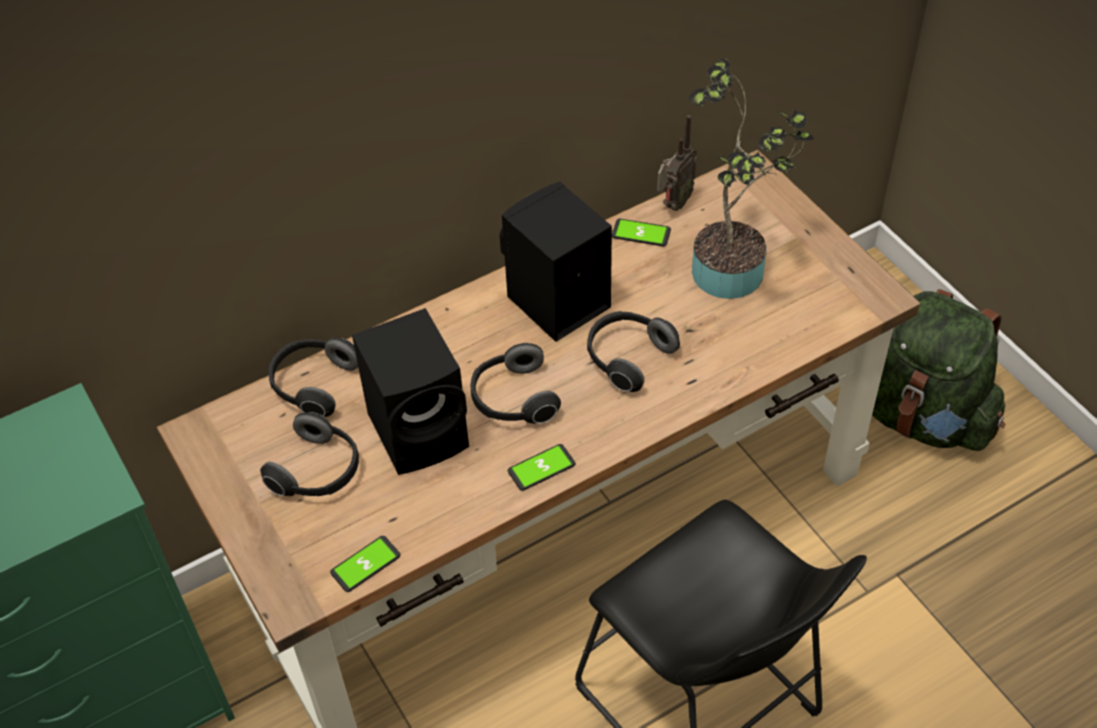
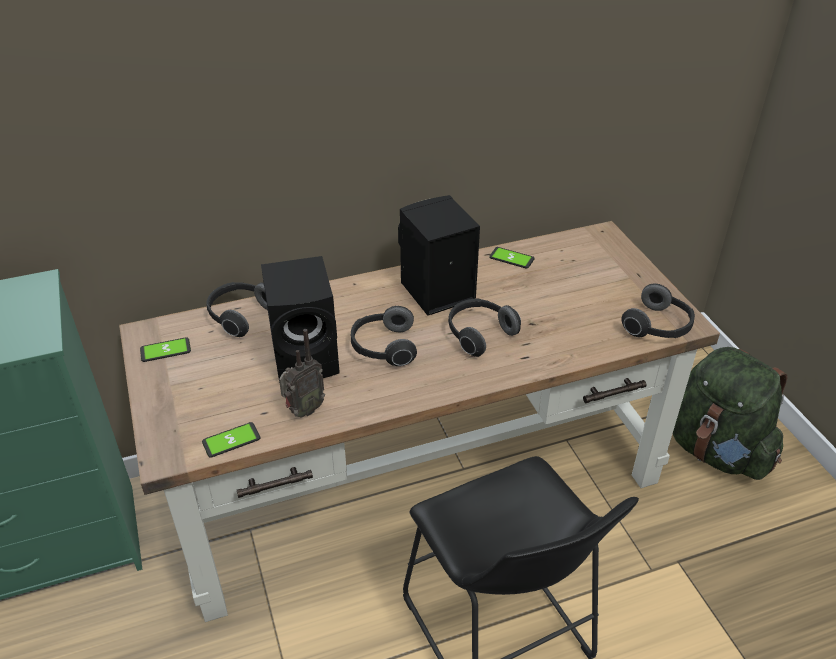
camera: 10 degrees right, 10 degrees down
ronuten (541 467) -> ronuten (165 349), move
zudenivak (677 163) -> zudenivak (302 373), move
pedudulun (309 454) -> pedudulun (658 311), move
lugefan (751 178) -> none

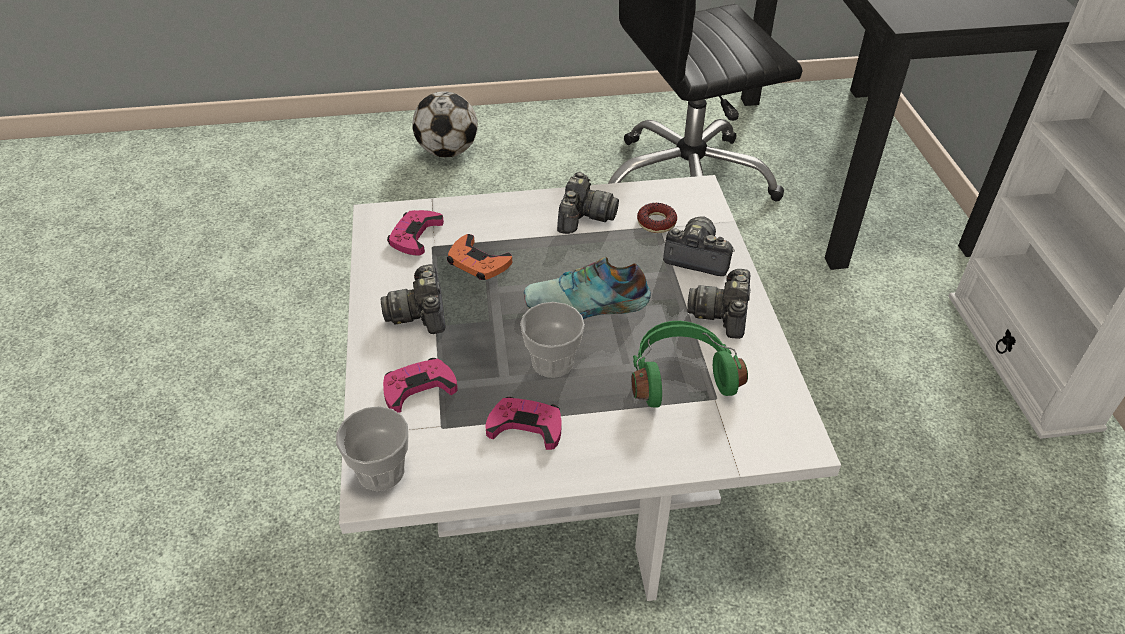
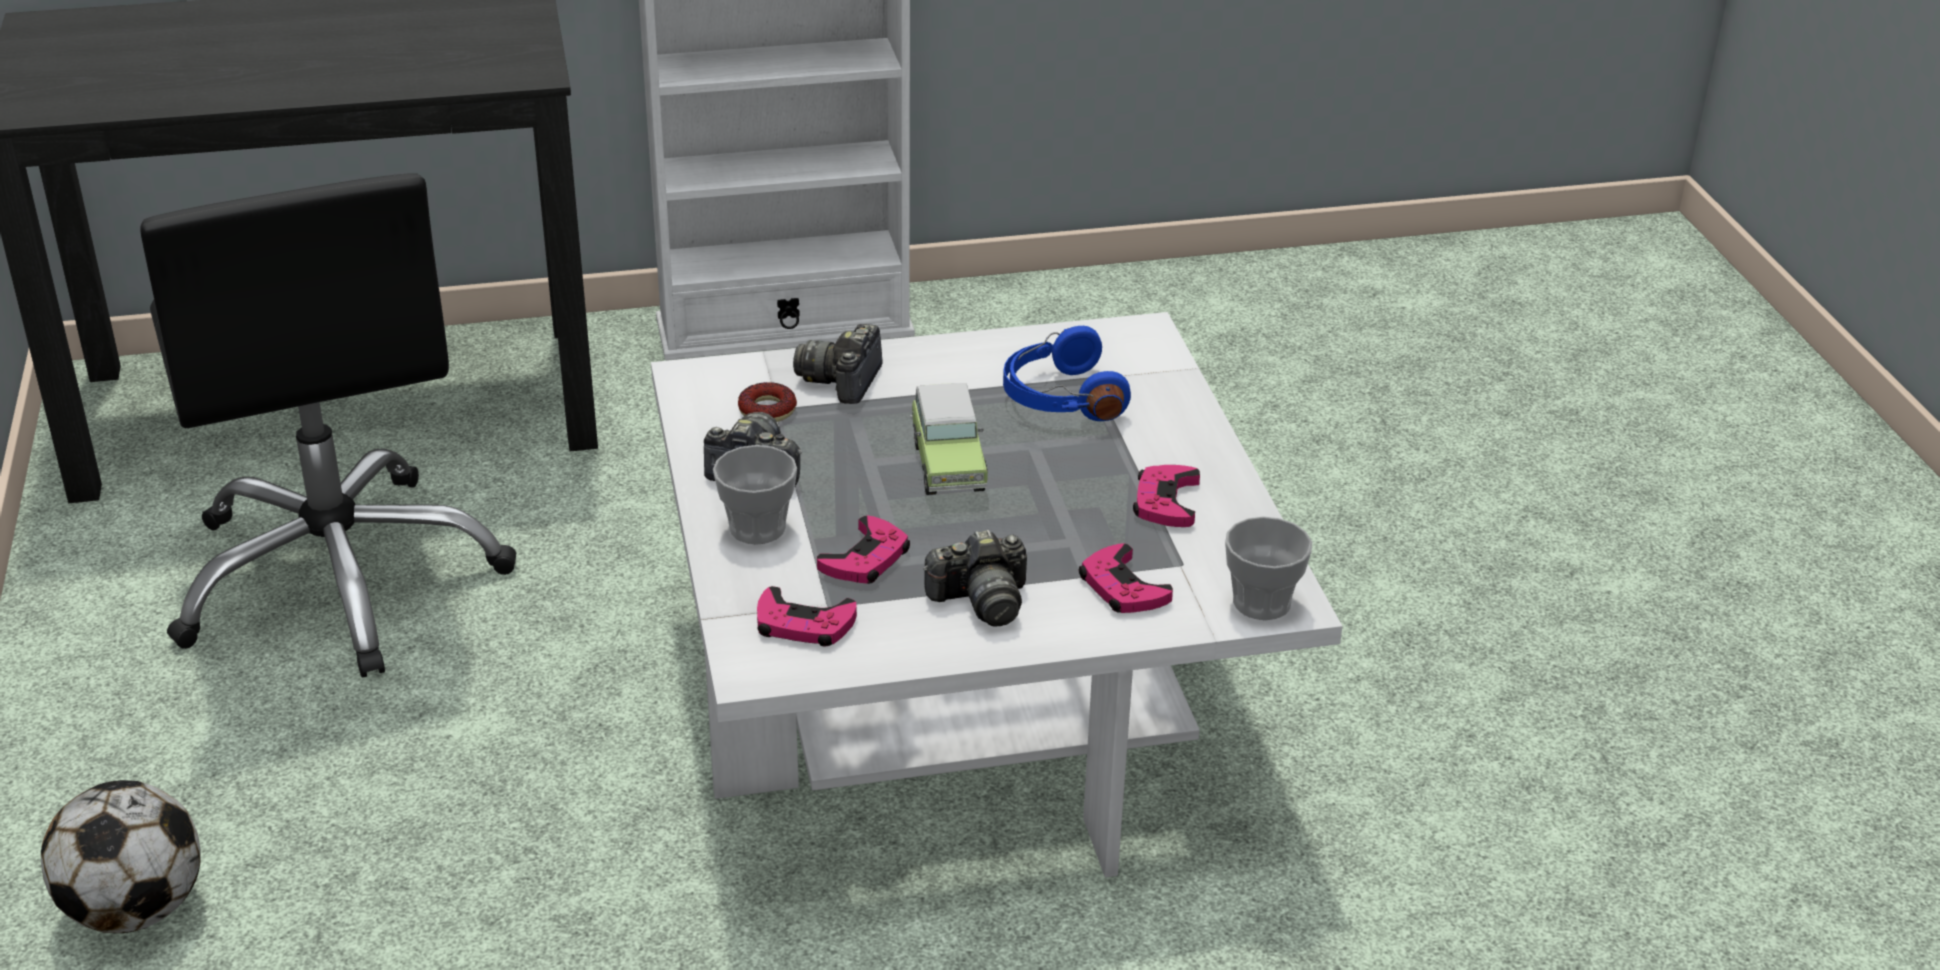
camera: 95 degrees left, 10 degrees down
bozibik (552 340) -> bozibik (755 495), move
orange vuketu (479 257) -> pink vuketu (863 550)
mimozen (587 288) -> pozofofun (949 439)
green pedudulun (690 364) -> blue pedudulun (1067 373)
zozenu (718 304) -> none

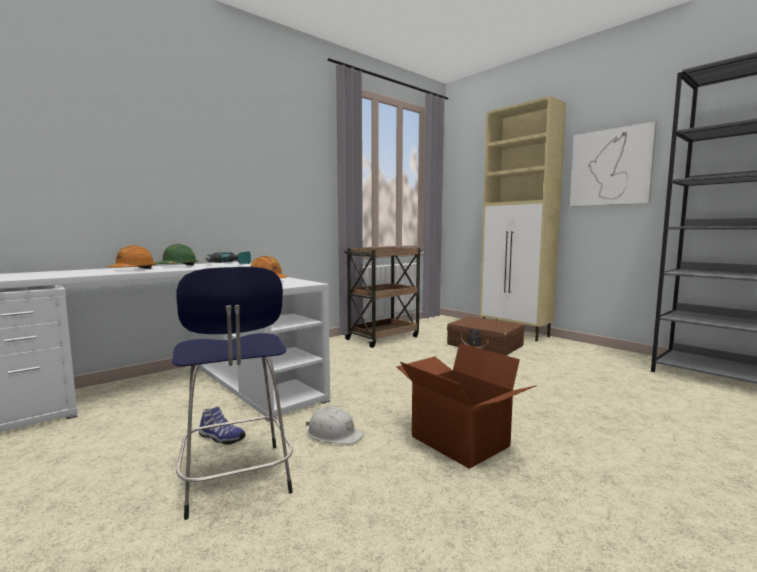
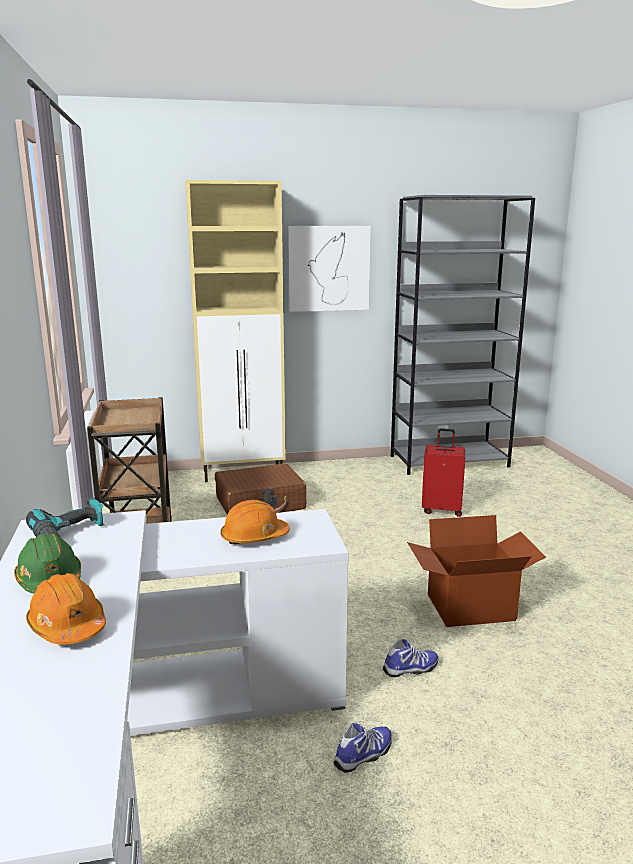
camera: 60 degrees left, 10 degrees up
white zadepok (335 425) -> mimozen (410 658)
none -> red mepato (443 472)
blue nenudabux (232 393) -> none

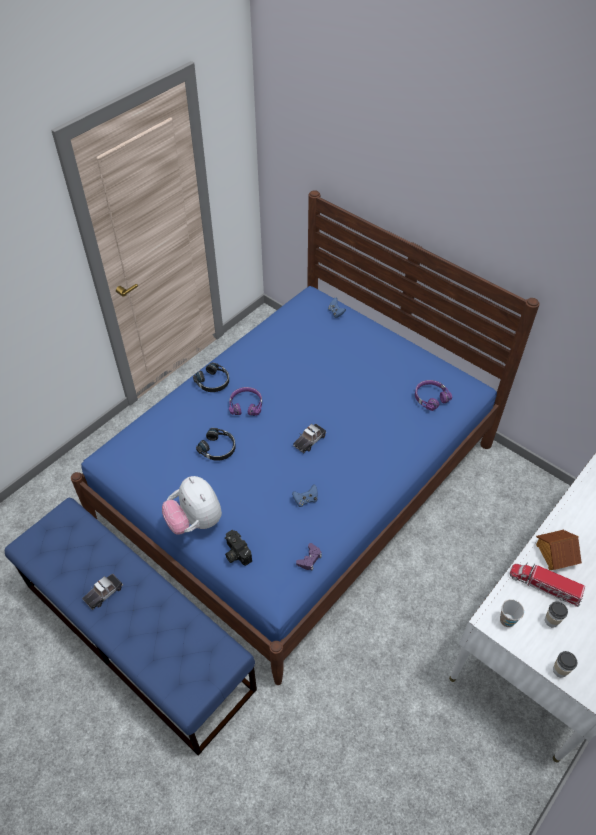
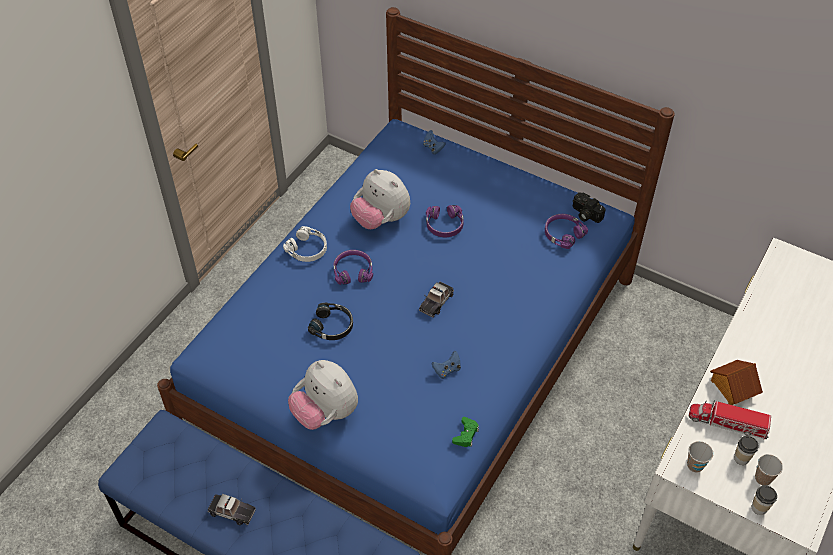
camera: 10 degrees left, 0 degrees up
pozofofun (102 592) -> pozofofun (232 509), 105 degrees counterclockwise
black pedudulun (211 377) -> white pedudulun (305 244)
none -> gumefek (380 199)
none -> purple pedudulun (445 221)
purple vuketu (309 556) -> green vuketu (465 432)
zozenu (238 548) -> zozenu (589 207), move
none -> bozibik (769 469)

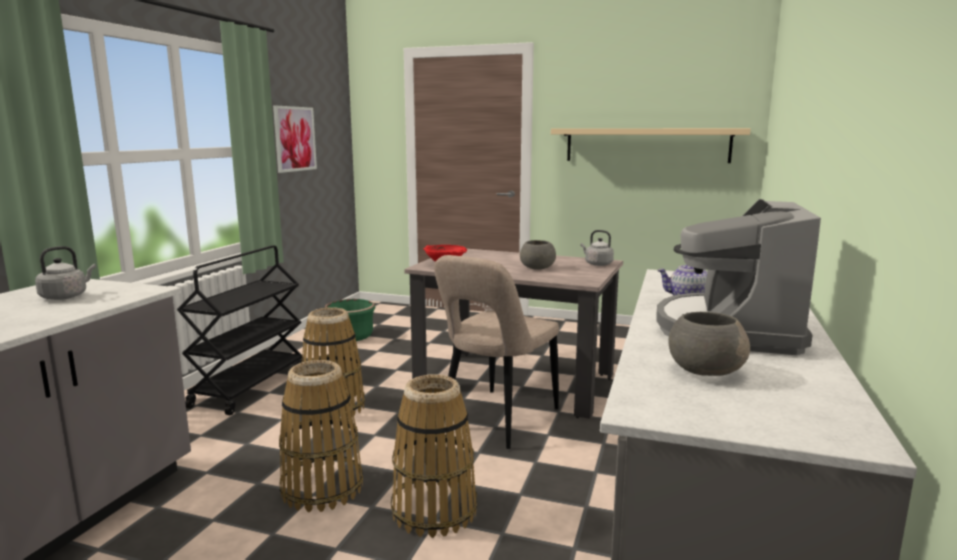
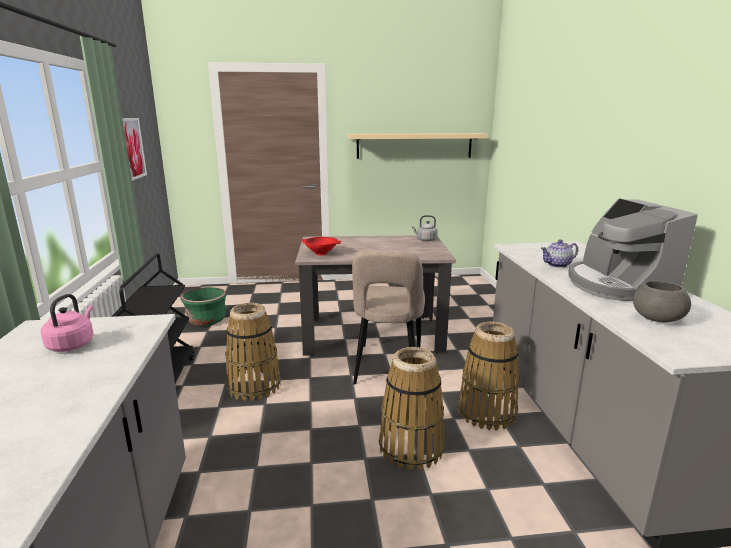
camera: 25 degrees left, 5 degrees up
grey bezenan (65 273) -> pink bezenan (67 323)
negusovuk (321 436) -> negusovuk (489 376), move
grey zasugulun (538 255) -> none

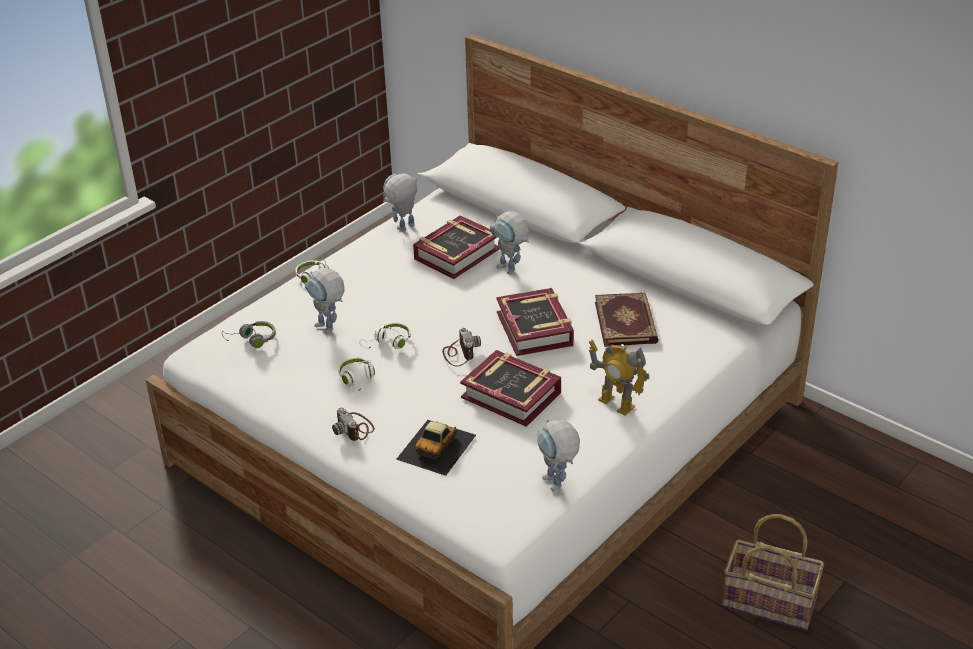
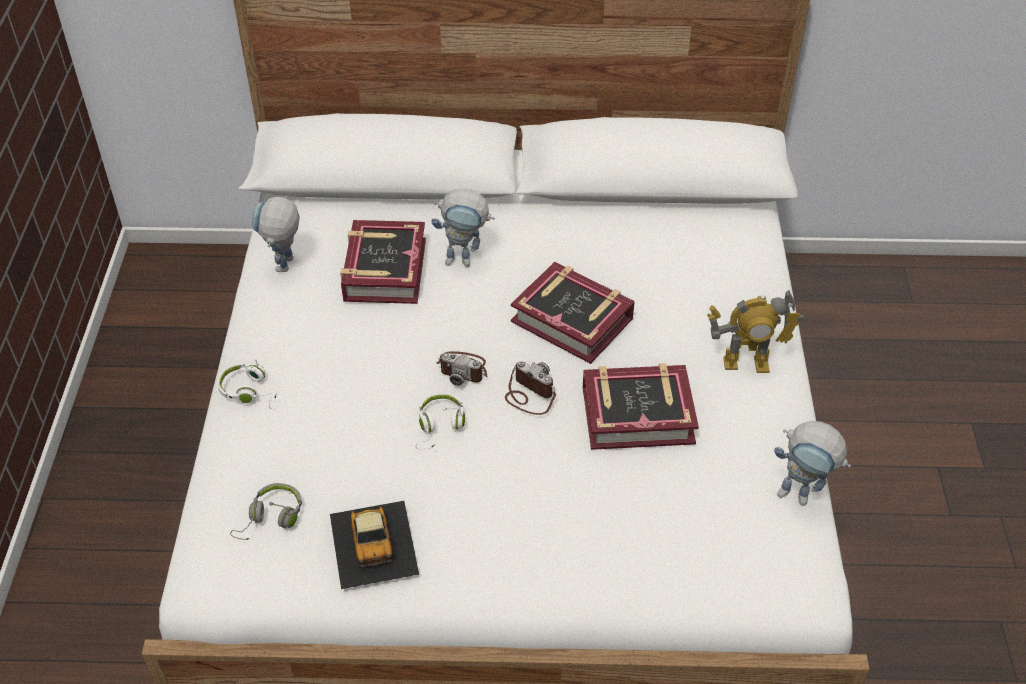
camera: 40 degrees left, 10 degrees up
pozofofun (436 448) -> pozofofun (374 545), move
zozenu (353 424) -> zozenu (462 368), move
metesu (324 301) -> none
white pedudulun (356 376) -> none
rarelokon (626 319) -> none
negusovuk (773 572) -> none

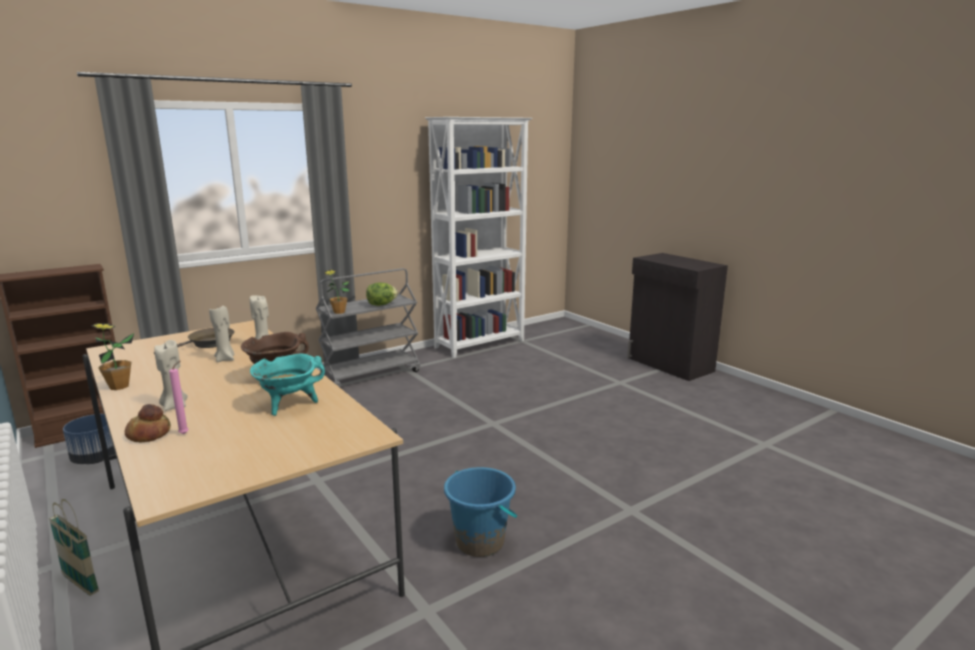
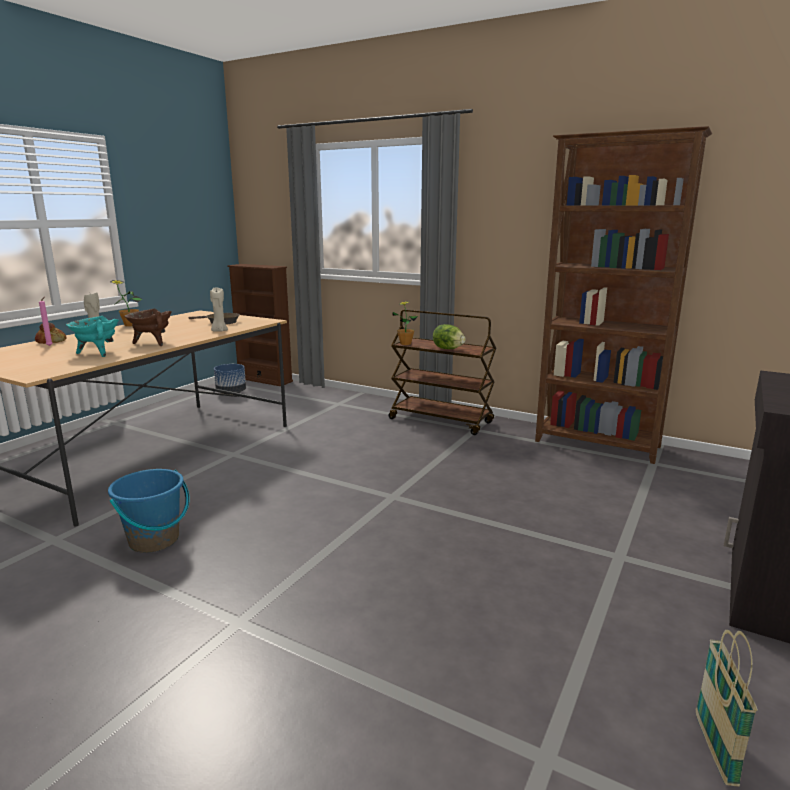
camera: 65 degrees right, 0 degrees up
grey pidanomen (368 327) -> brown pidanomen (442 372)
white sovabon (479 237) -> brown sovabon (623 295)
negusovuk (74 547) -> negusovuk (727 708), move
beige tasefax (221 334) -> none

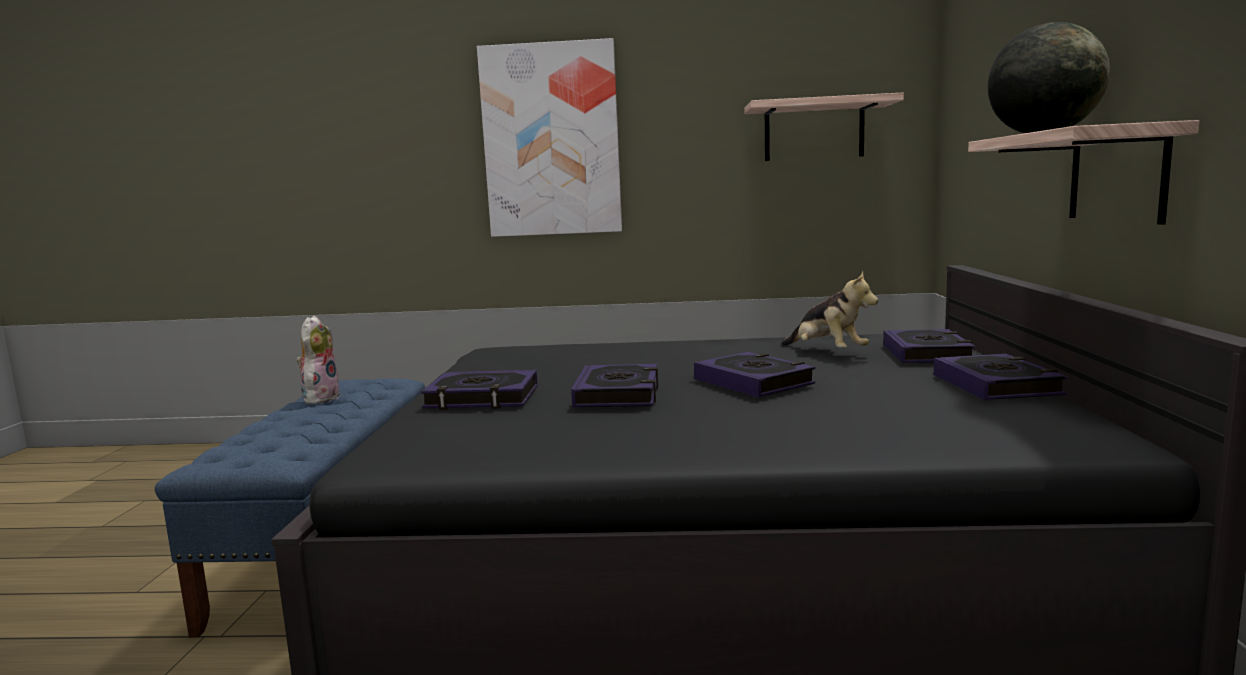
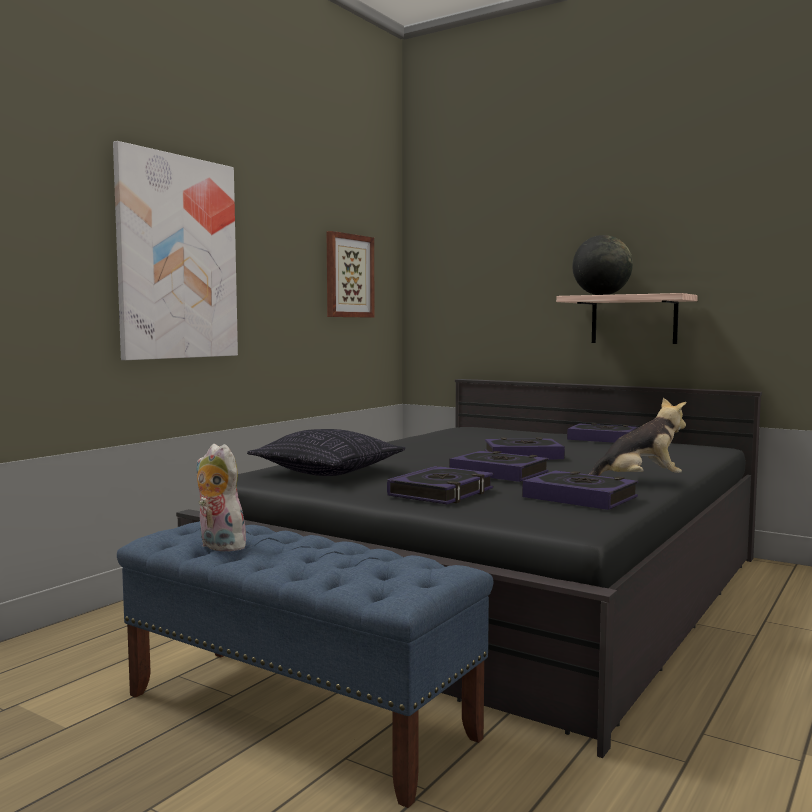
camera: 60 degrees left, 5 degrees down
none -> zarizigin (326 452)
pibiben (824 127) -> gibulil (351 274)
rarelokon (929 346) -> rarelokon (580 490), move
gumefek (829 309) -> gumefek (637 437), move

